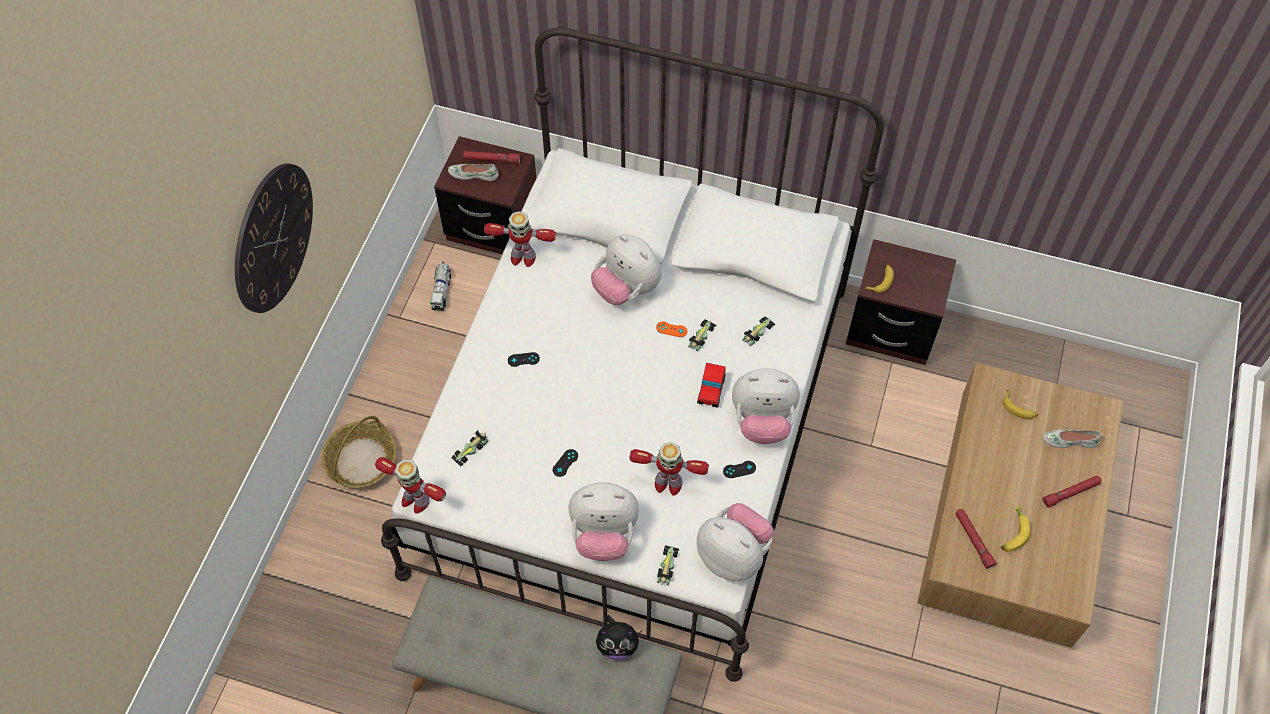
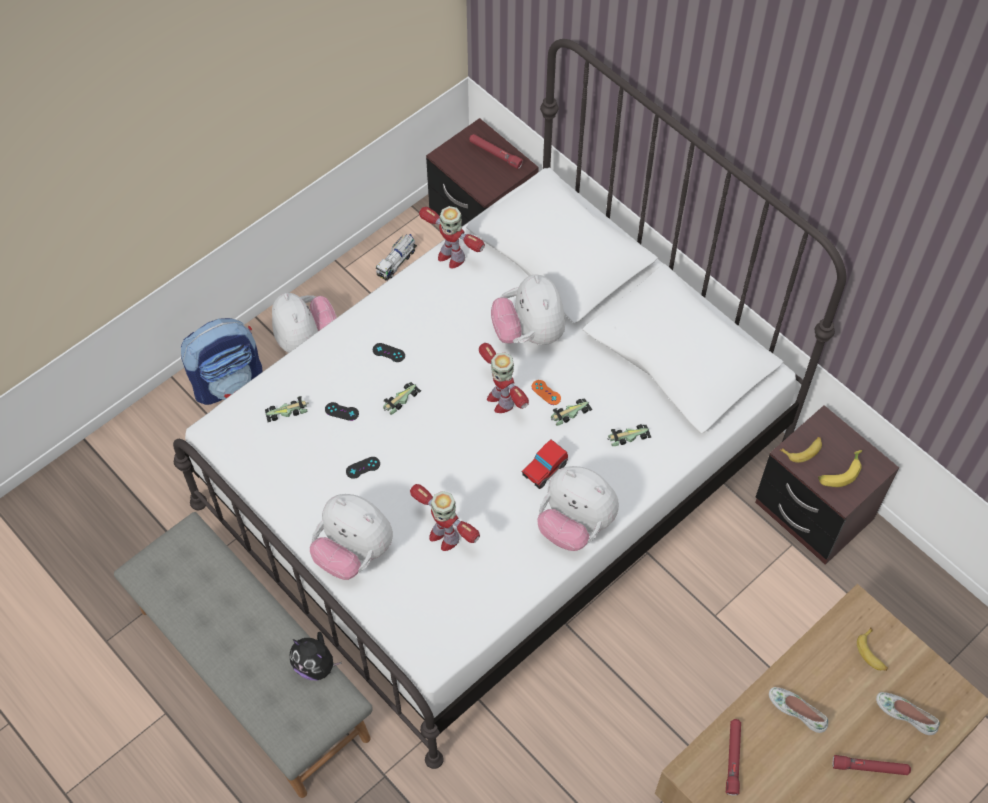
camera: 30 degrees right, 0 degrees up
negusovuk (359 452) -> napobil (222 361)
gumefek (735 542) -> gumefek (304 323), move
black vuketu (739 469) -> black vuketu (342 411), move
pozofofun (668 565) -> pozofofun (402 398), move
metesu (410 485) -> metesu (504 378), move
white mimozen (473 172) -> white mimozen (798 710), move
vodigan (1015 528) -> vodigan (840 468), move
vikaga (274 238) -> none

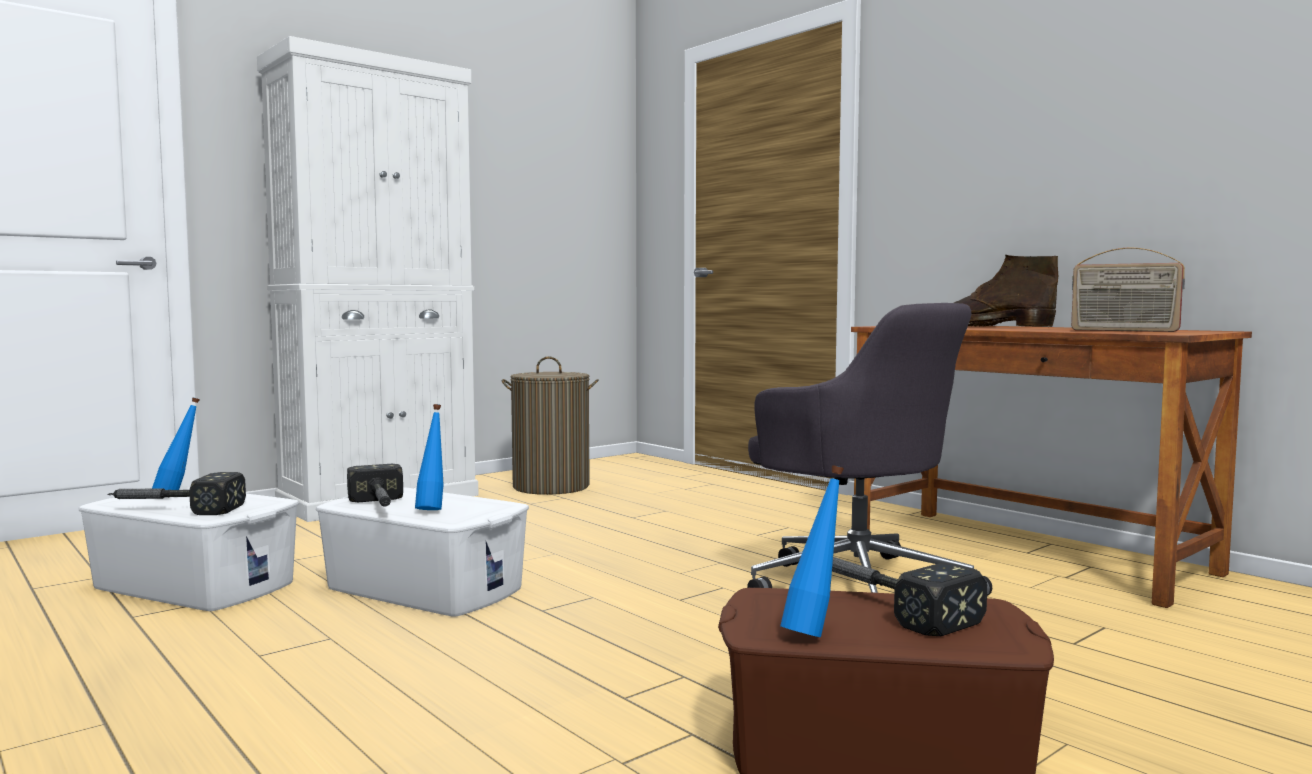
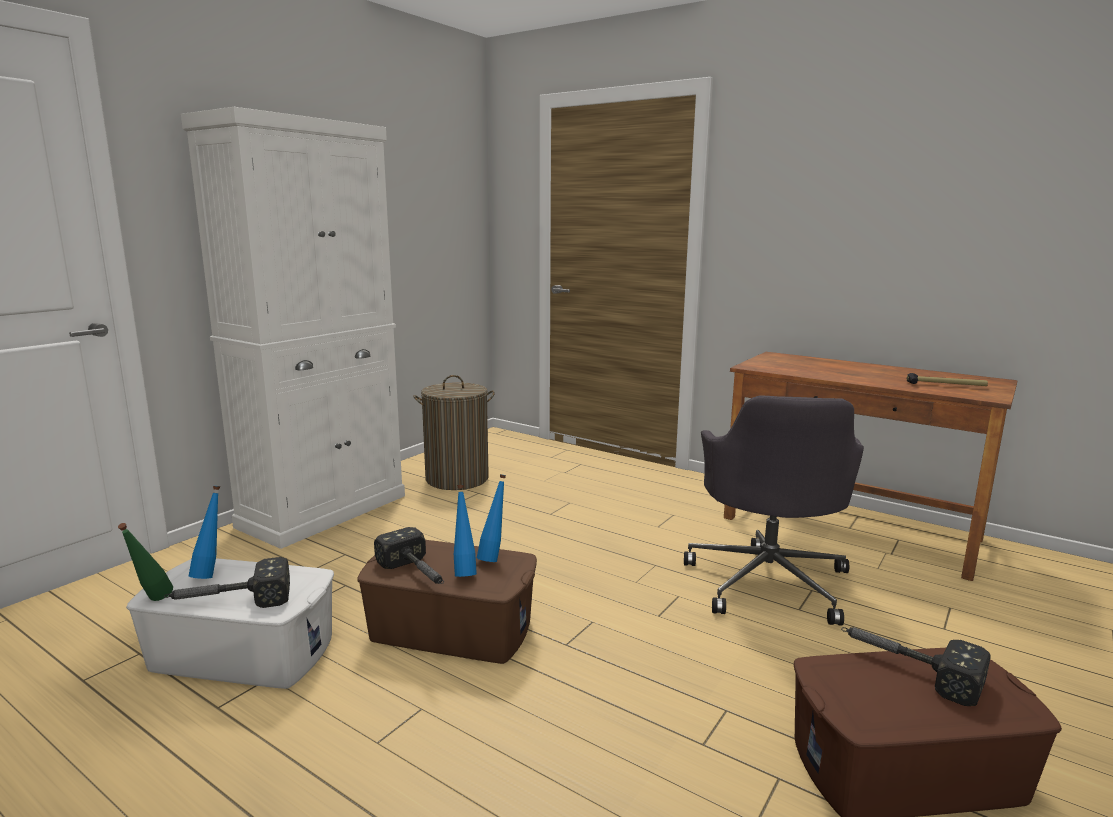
camera: 15 degrees left, 10 degrees up
none -> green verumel (145 562)
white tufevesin (422 552) -> brown tufevesin (447 602)
blue verumel (812 551) -> blue verumel (491 518), move
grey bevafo (869 449) -> grey bevafo (774 510), 60 degrees clockwise
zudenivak (1128 289) -> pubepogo (947 379)
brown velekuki (1006 291) -> none

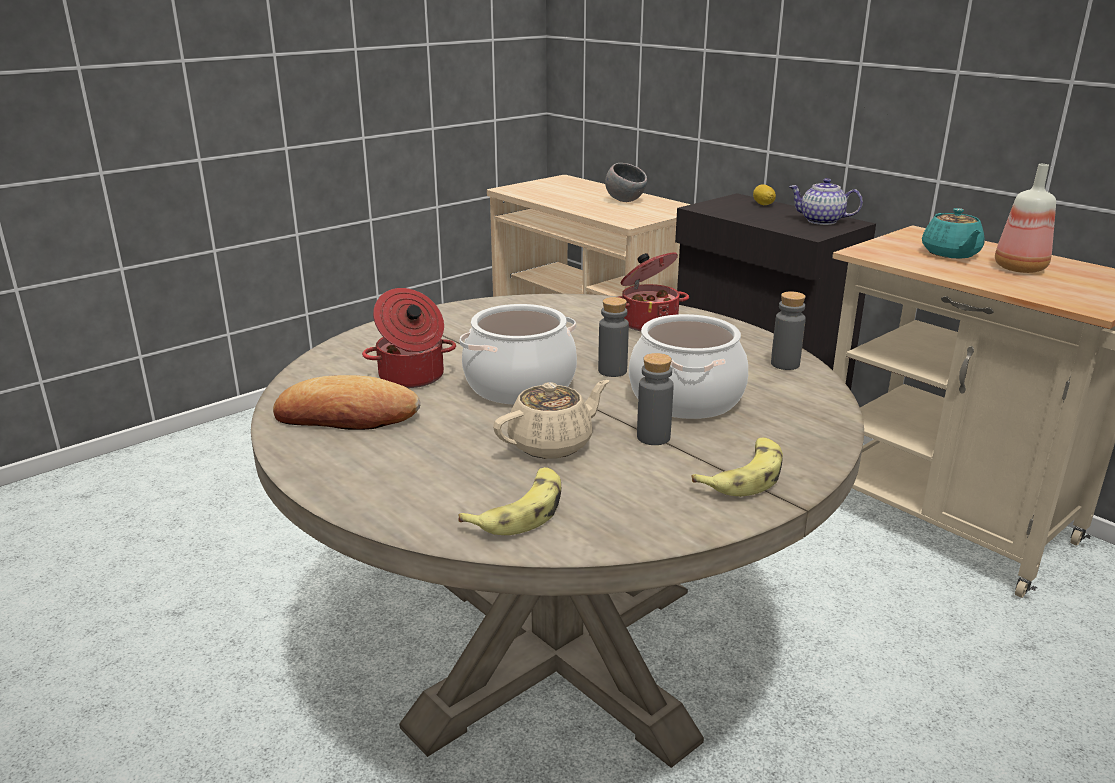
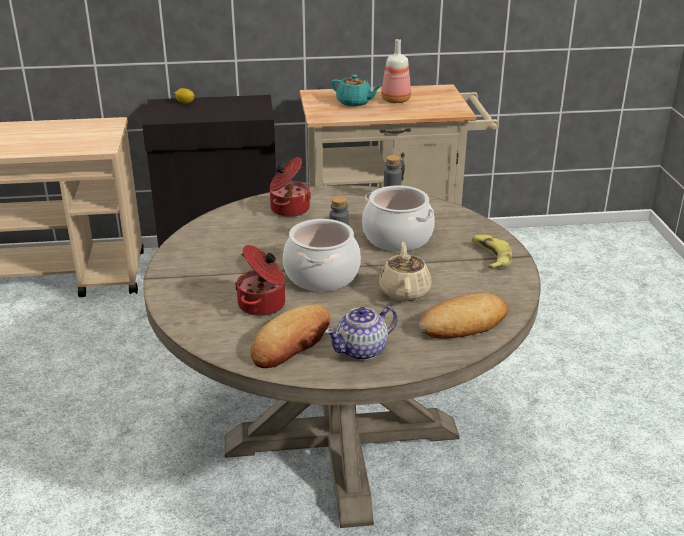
camera: 55 degrees left, 5 degrees up
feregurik (826 201) -> feregurik (361 333), move
vodigan (509 501) -> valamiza (464 316)
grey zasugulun (626 182) -> none
grey verumel (655 399) -> none

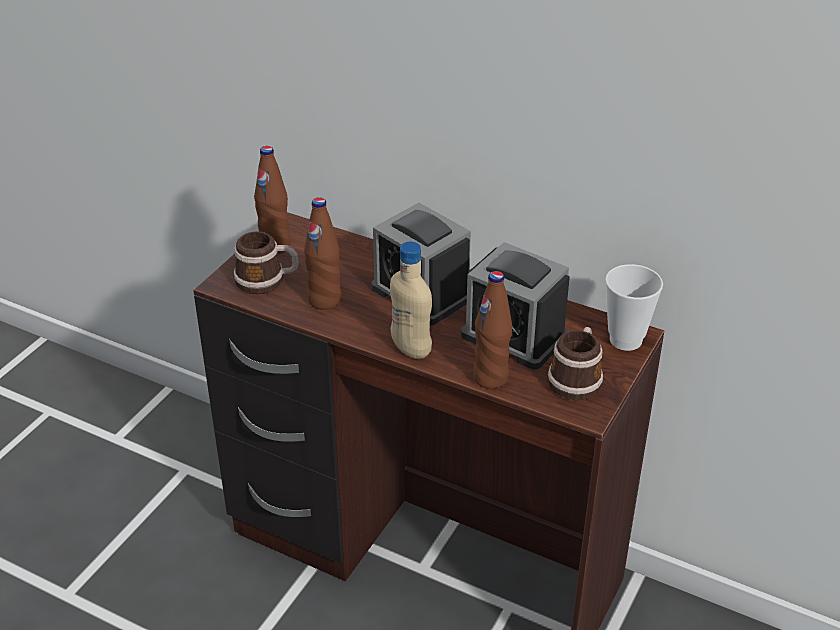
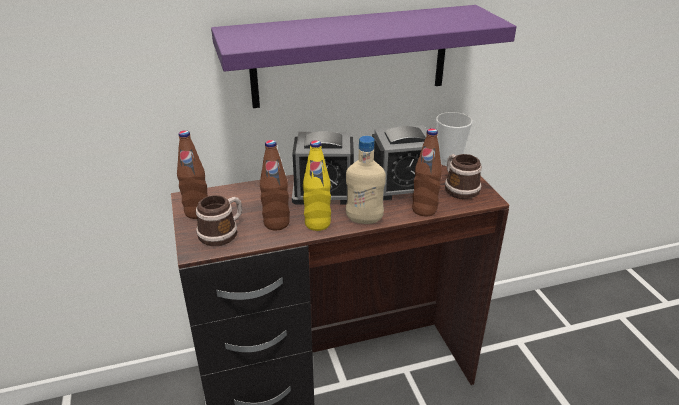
camera: 45 degrees left, 5 degrees down
none -> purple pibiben (364 56)
none -> yellow verumel (317 185)

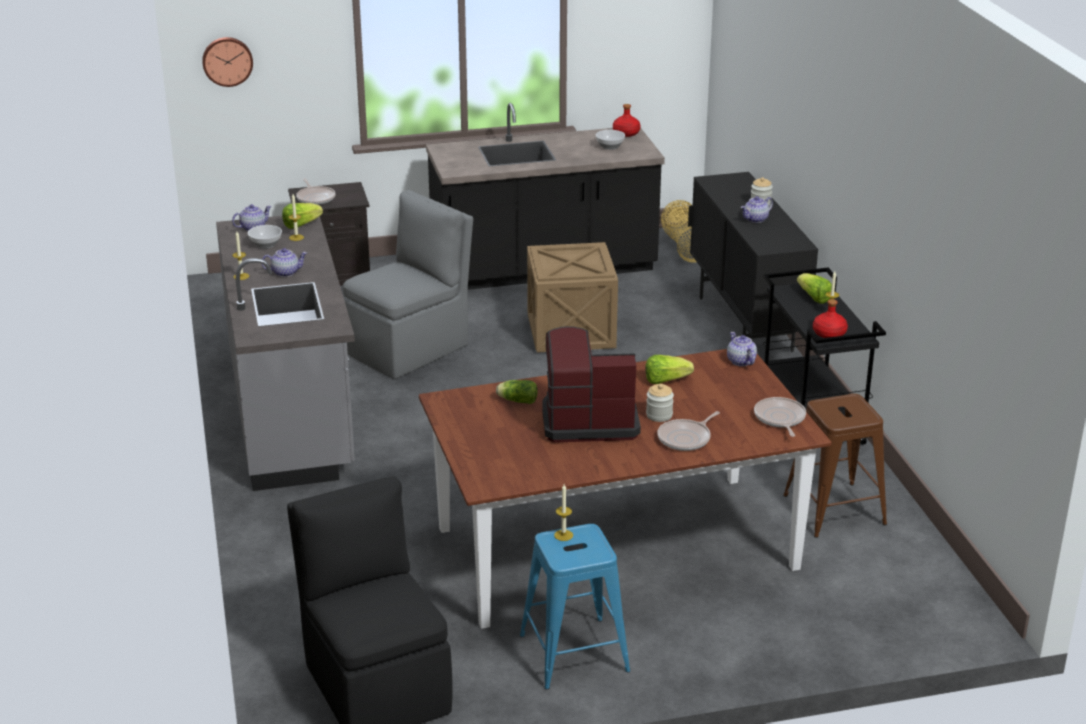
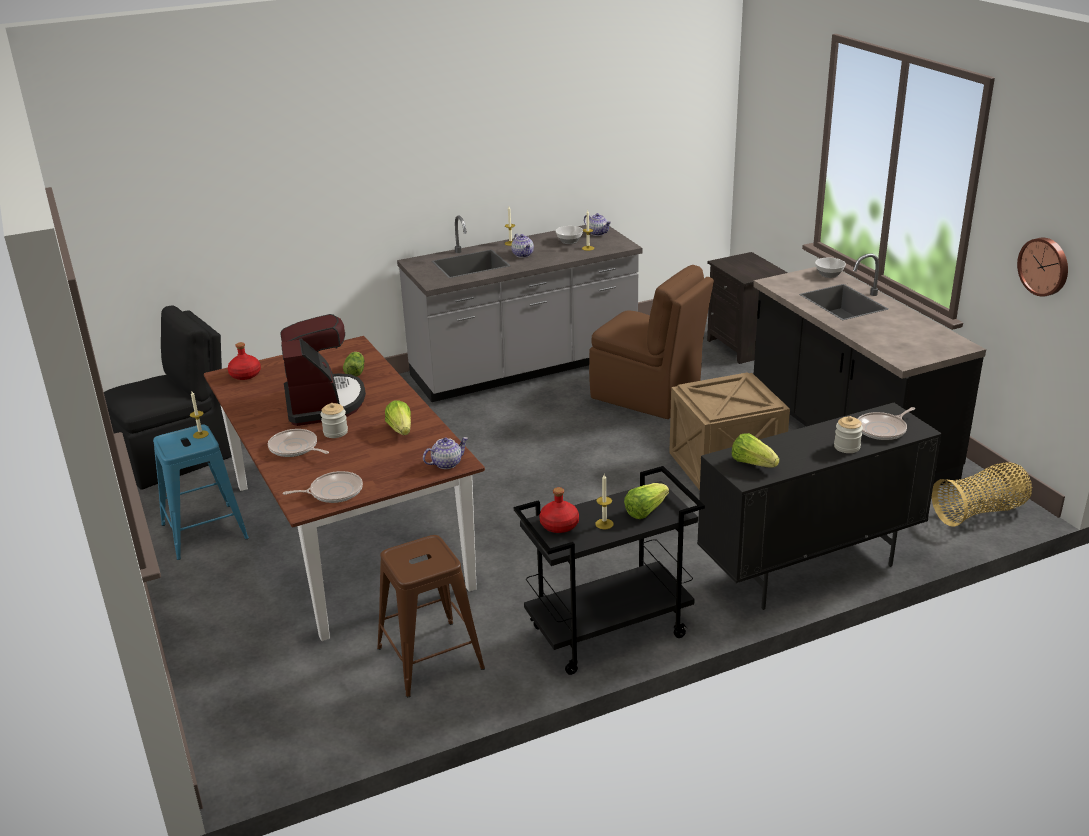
camera: 80 degrees right, 0 degrees up
red verumel (626 120) -> red verumel (244 361), move
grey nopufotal (408 284) -> brown nopufotal (651 342)
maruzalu (302 216) -> maruzalu (756 450), move
zasugulun (610 140) -> zasugulun (830 268), move
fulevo (315 191) -> fulevo (886 423), move
vikaga (227 62) -> vikaga (1042 267), move
feregurik (756 209) -> none

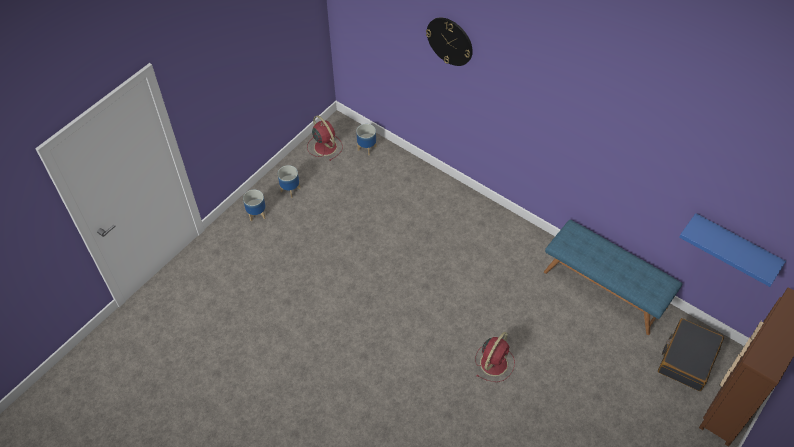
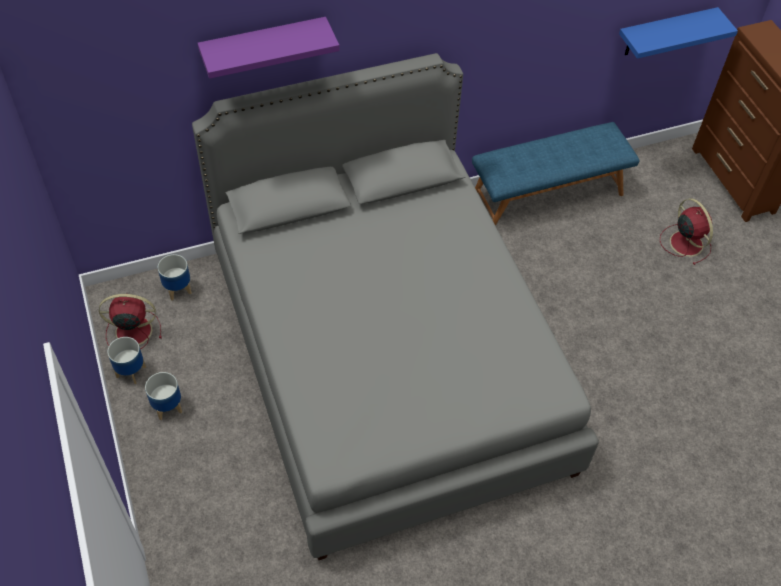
camera: 60 degrees left, 0 degrees up
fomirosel (254 206) -> fomirosel (126 360), move
none -> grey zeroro (395 306)
vikaga (449 41) -> purple pibiben (269 48)
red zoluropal (495 357) -> red zoluropal (686 231), move
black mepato (691 354) -> none

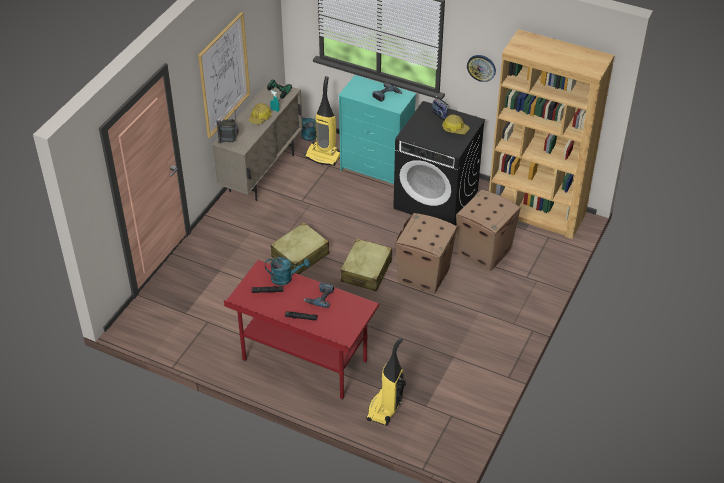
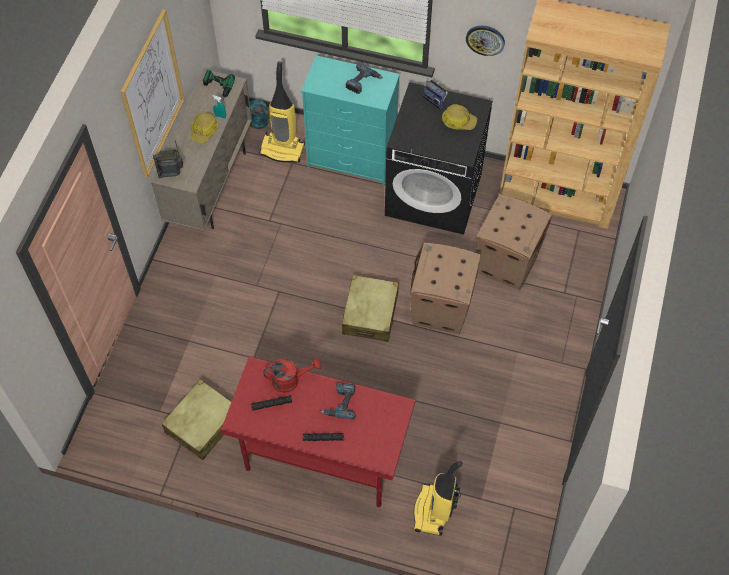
camera: 10 degrees left, 15 degrees up
beige mepato (299 248) -> beige mepato (196 419), move
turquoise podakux (287 271) -> red podakux (292 375)

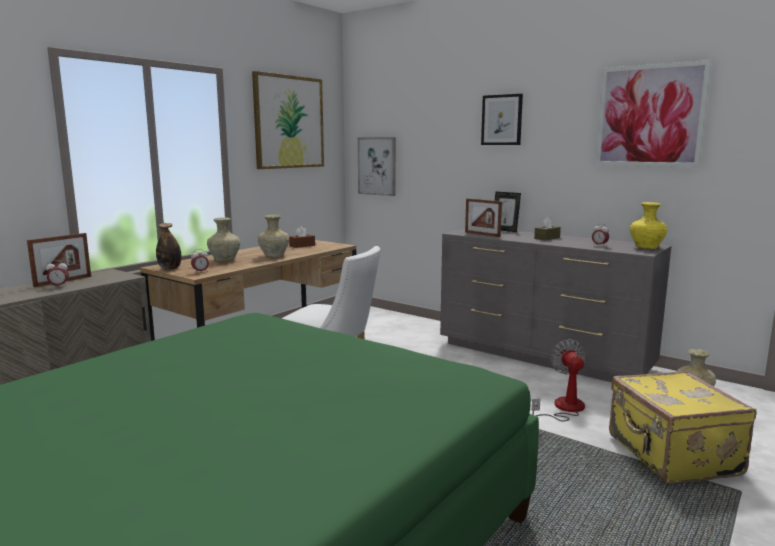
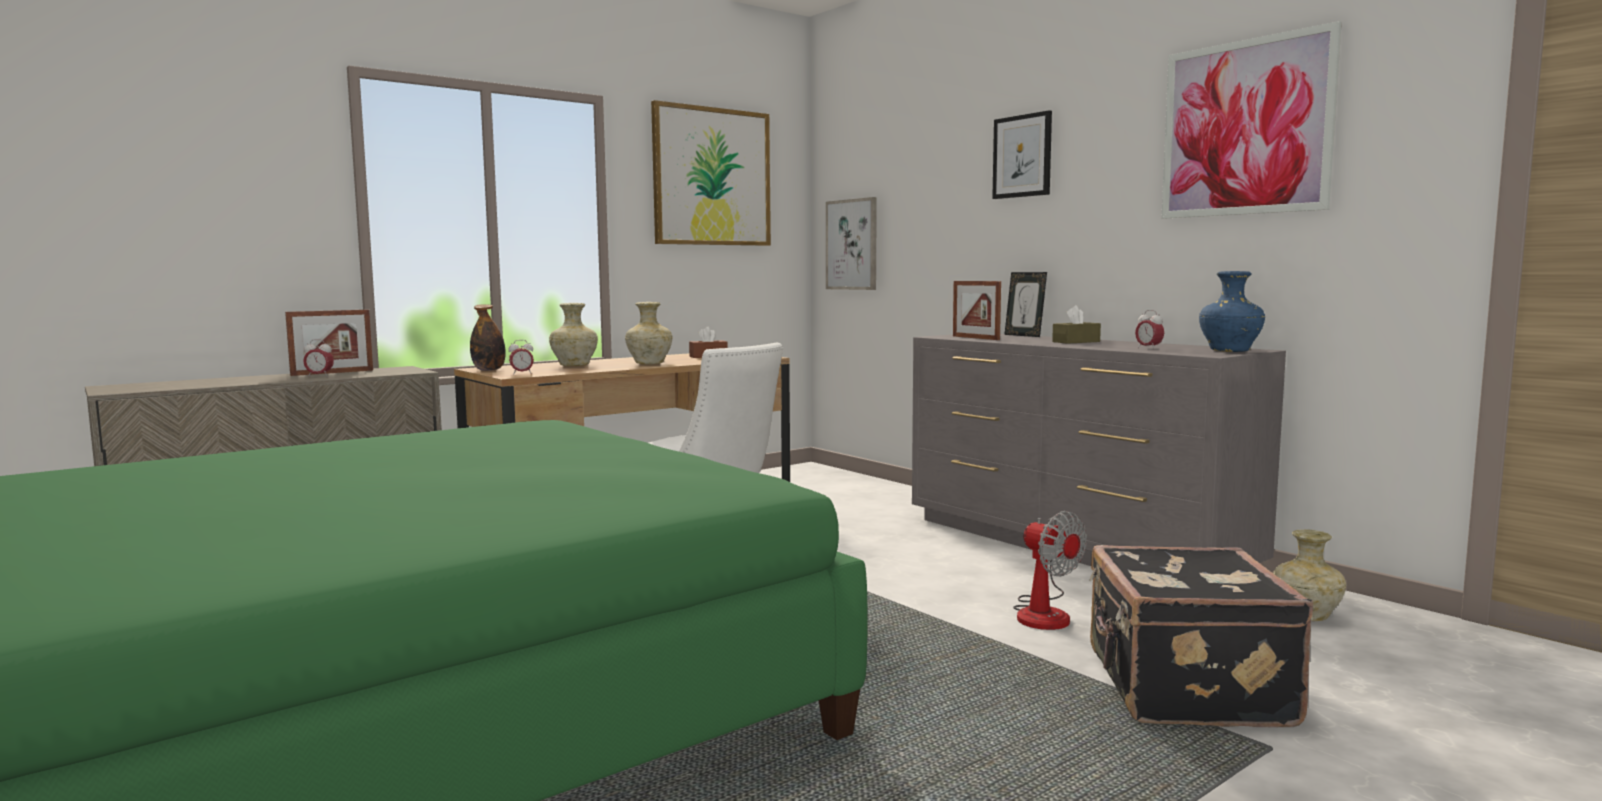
camera: 15 degrees right, 5 degrees down
zoluropal (559 380) -> zoluropal (1050 570), 135 degrees clockwise
yellow mepato (682 427) -> black mepato (1201 636)
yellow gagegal (649 225) -> blue gagegal (1232 311)

